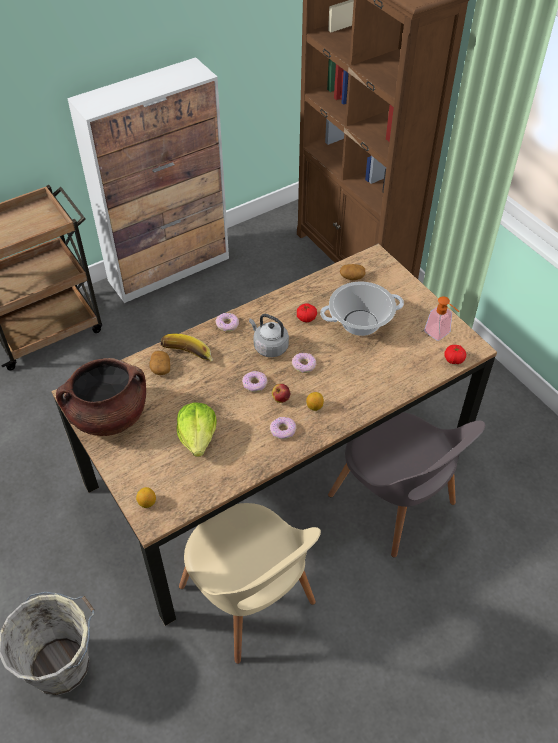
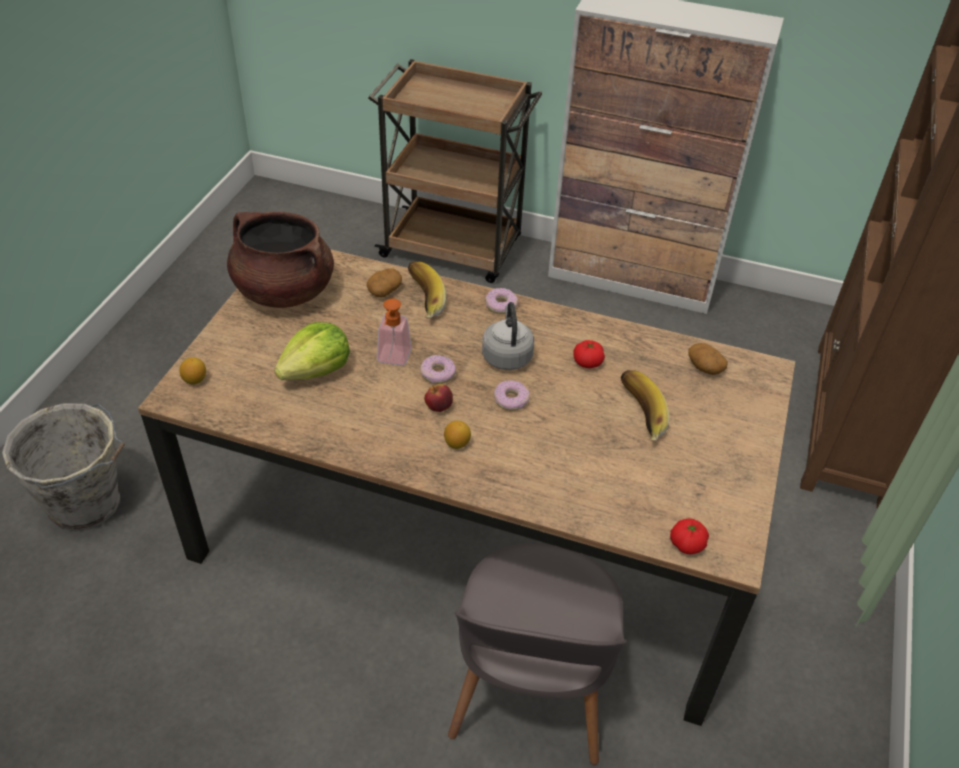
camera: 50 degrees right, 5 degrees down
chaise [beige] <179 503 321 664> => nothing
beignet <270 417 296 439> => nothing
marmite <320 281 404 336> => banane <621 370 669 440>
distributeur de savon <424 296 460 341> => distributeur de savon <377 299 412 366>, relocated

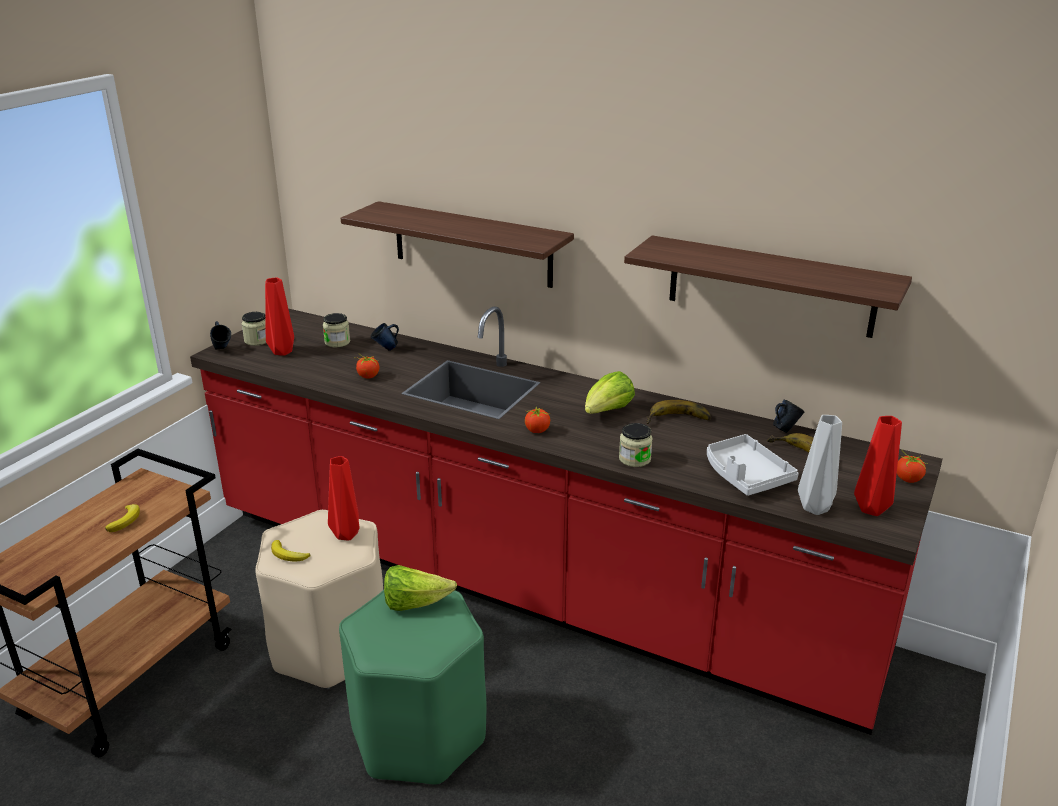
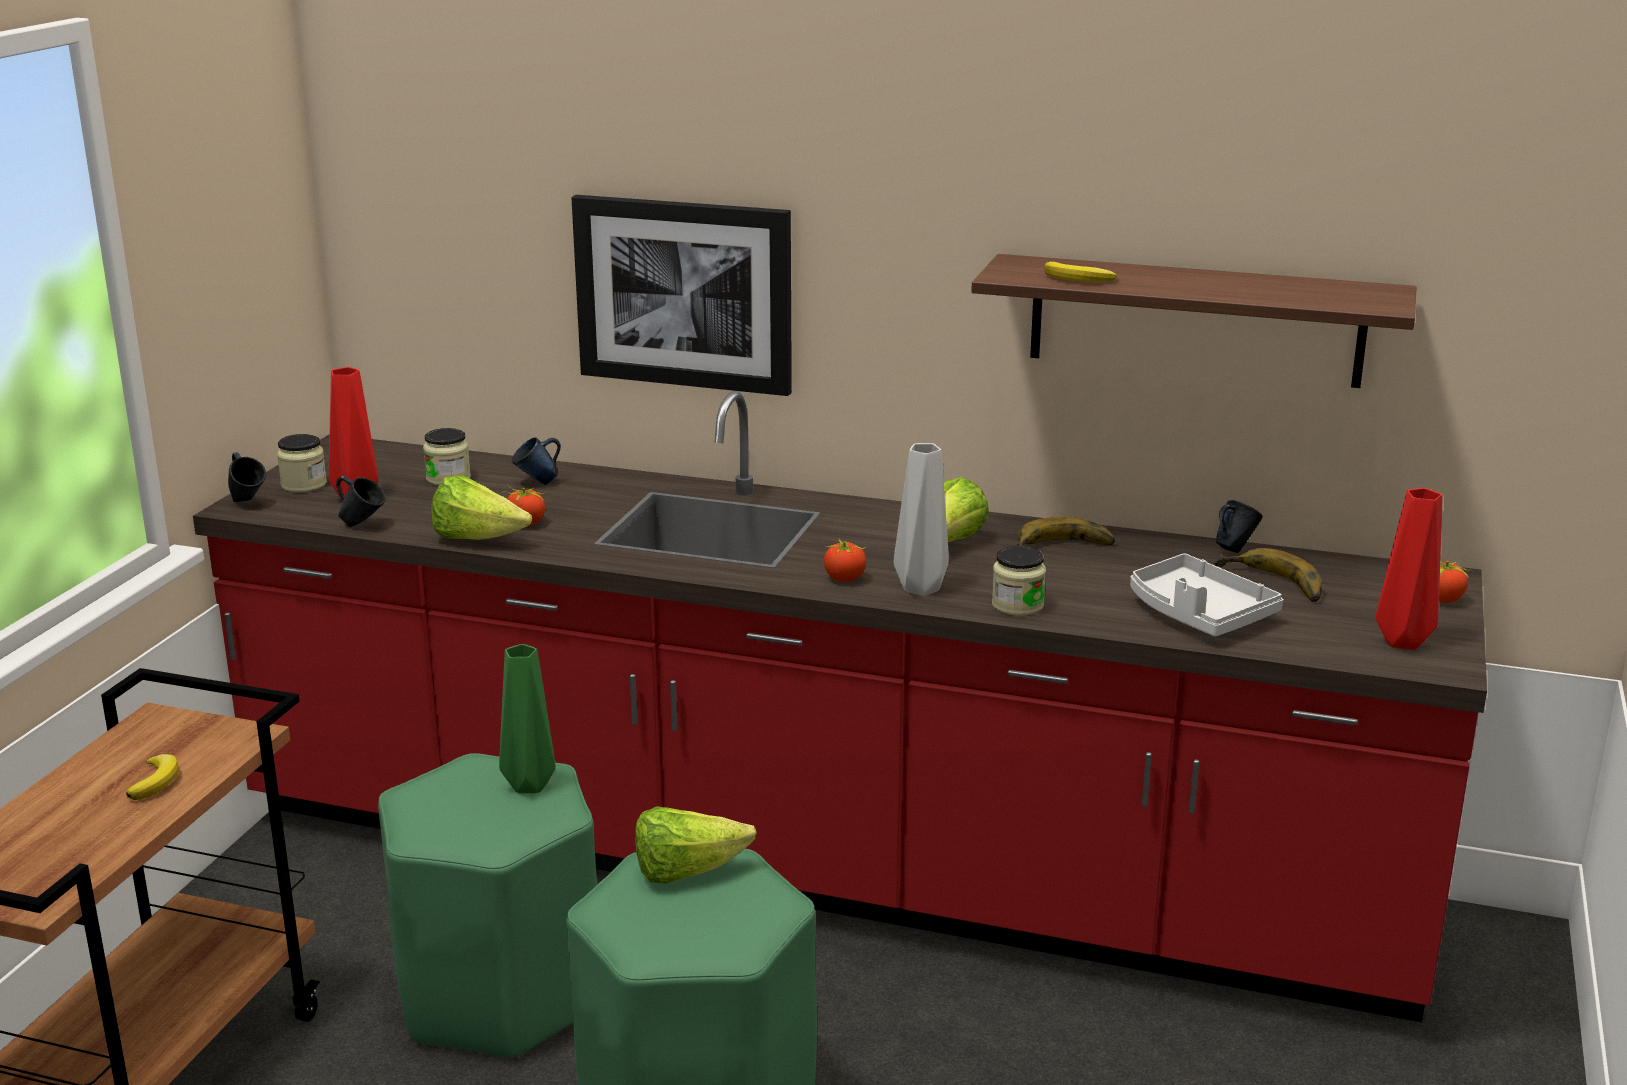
camera: 10 degrees left, 5 degrees down
tabouret [beige] <255 510 383 690> => tabouret [vert] <378 753 597 1060>
banane <271 540 311 561> => banane <1044 262 1117 282>, relocated
vase [rouge] <328 456 360 540> => vase [vert] <499 644 556 793>
étagère <341 201 574 288> => tableau <572 195 792 396>
vase [gris] <798 415 842 515> => vase [gris] <894 443 949 596>, relocated
nothing => mug [bleu] <336 476 386 527>
nothing => laitue <431 475 532 540>

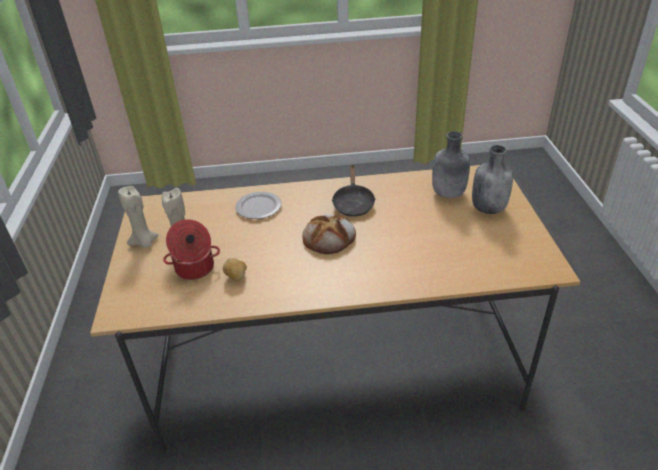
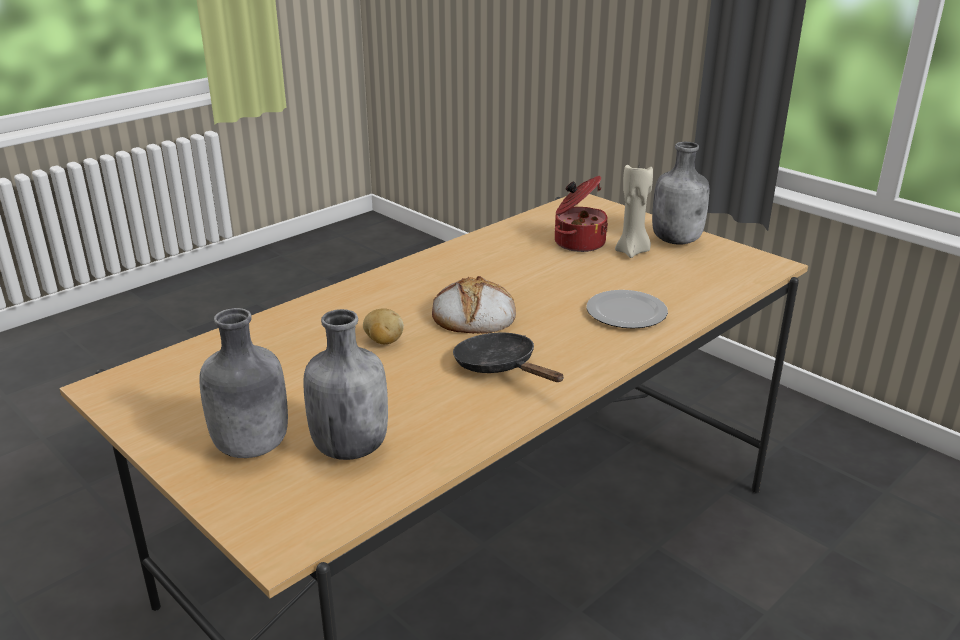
camera: 140 degrees right, 10 degrees down
bougie [beige] <118 186 159 248> => bouteille [gris] <652 142 709 245>
pomme de terre <223 258 247 281> => pomme de terre <363 308 404 344>, relocated

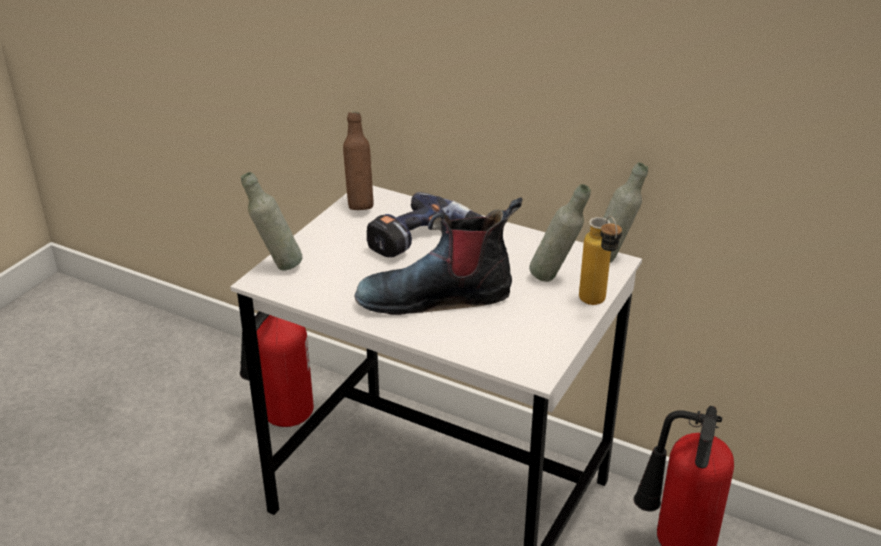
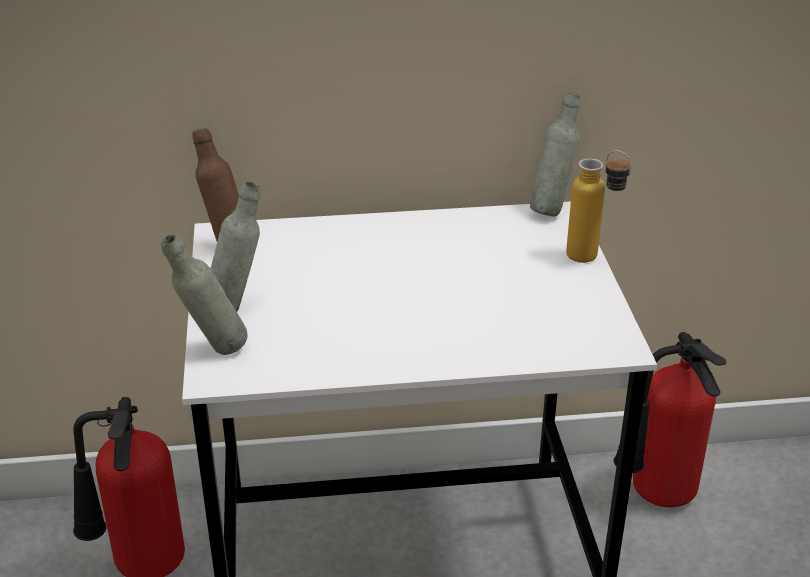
camera: 35 degrees left, 0 degrees up
botte <355 198 523 315> => nothing
perceuse <367 192 484 257> => nothing
bouteille [gris] <529 184 591 282> => bouteille [gris] <210 182 260 312>, relocated

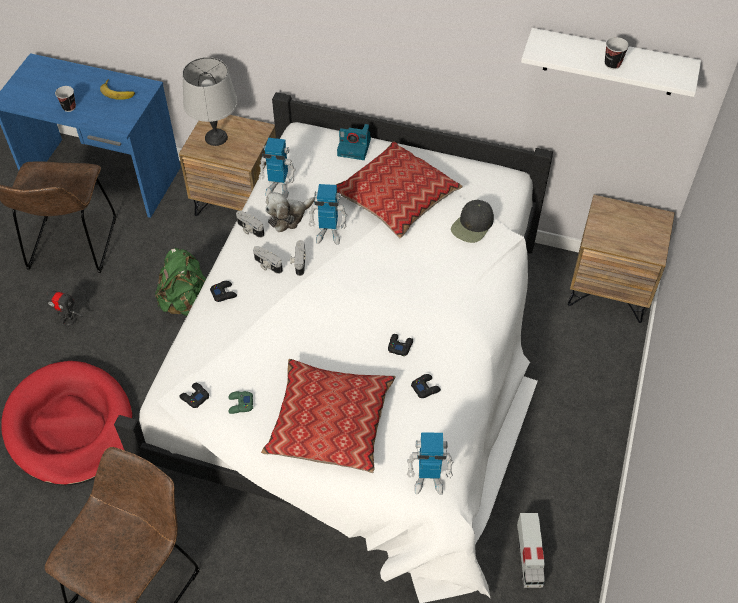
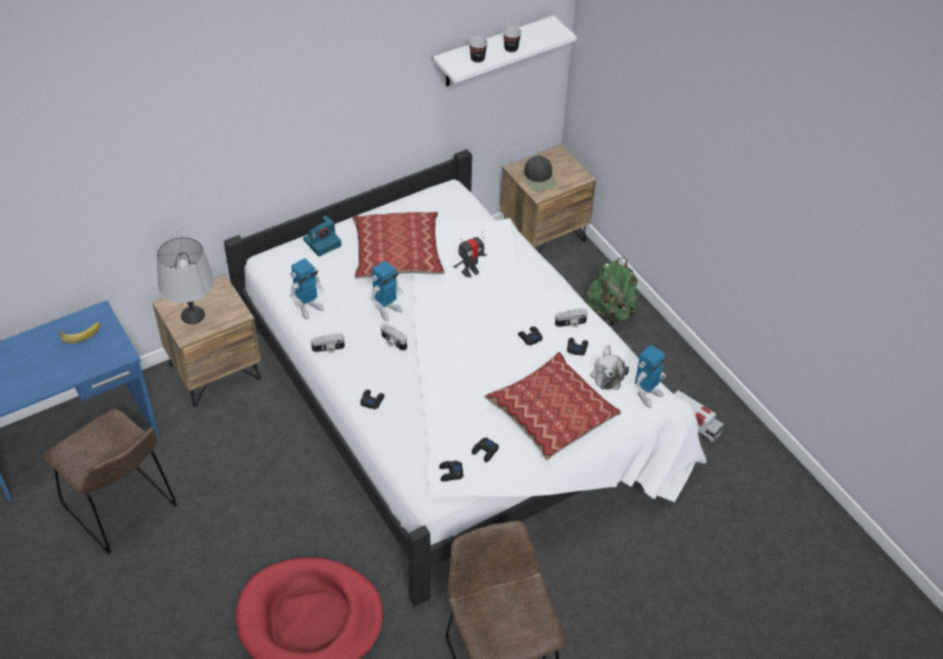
camera: 50 degrees left, 5 degrees down
robot jouet <43 286 83 327> => robot jouet <453 232 487 277>, relocated
tasse <55 86 76 112> => tasse <469 36 488 63>, relocated
sac à dos [vert] <155 248 206 316> => sac à dos [vert] <587 258 639 326>, relocated
manette [vert] <228 391 253 414> => manette [noir] <472 437 499 462>
appareil photo <253 246 283 274> => appareil photo <555 308 588 328>, relocated
peluche <265 192 315 232> => peluche <590 345 629 390>, relocated
casquette [noir] <451 200 494 243> => casquette [noir] <524 156 556 191>, relocated

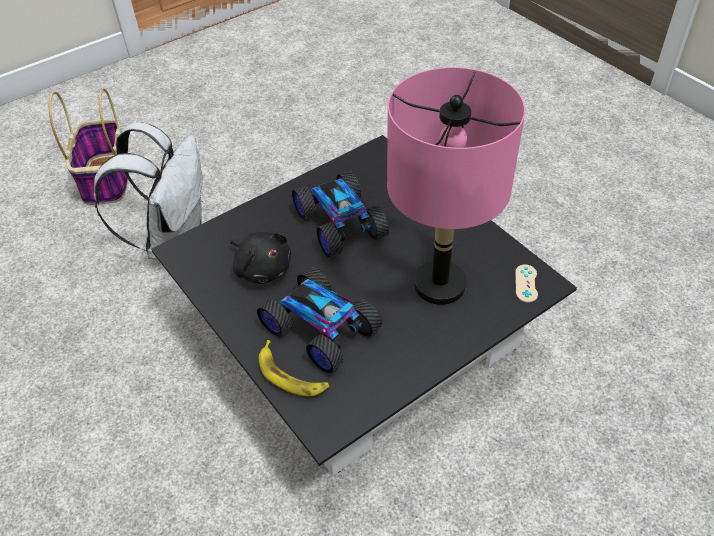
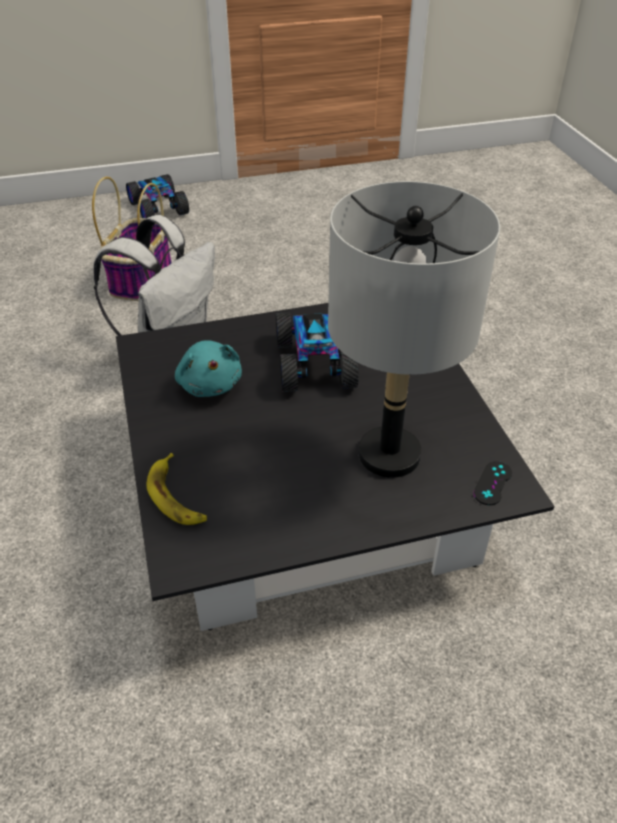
camera: 20 degrees right, 5 degrees down
peluche [noir] <230 232 291 284> => peluche [turquoise] <175 340 242 397>
petite voiture <257 267 382 373> => petite voiture <126 174 189 219>, relocated
lampe de table [rose] <387 67 525 305> => lampe de table [gris] <328 181 500 478>
manette [beige] <515 265 538 303> => manette [noir] <473 461 512 505>

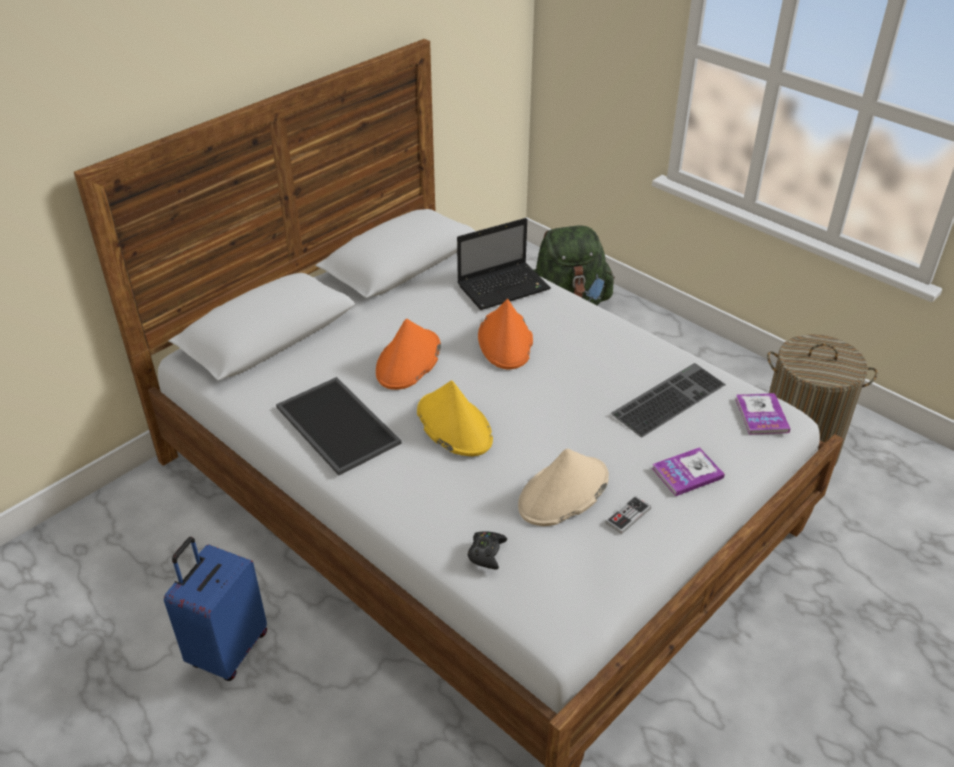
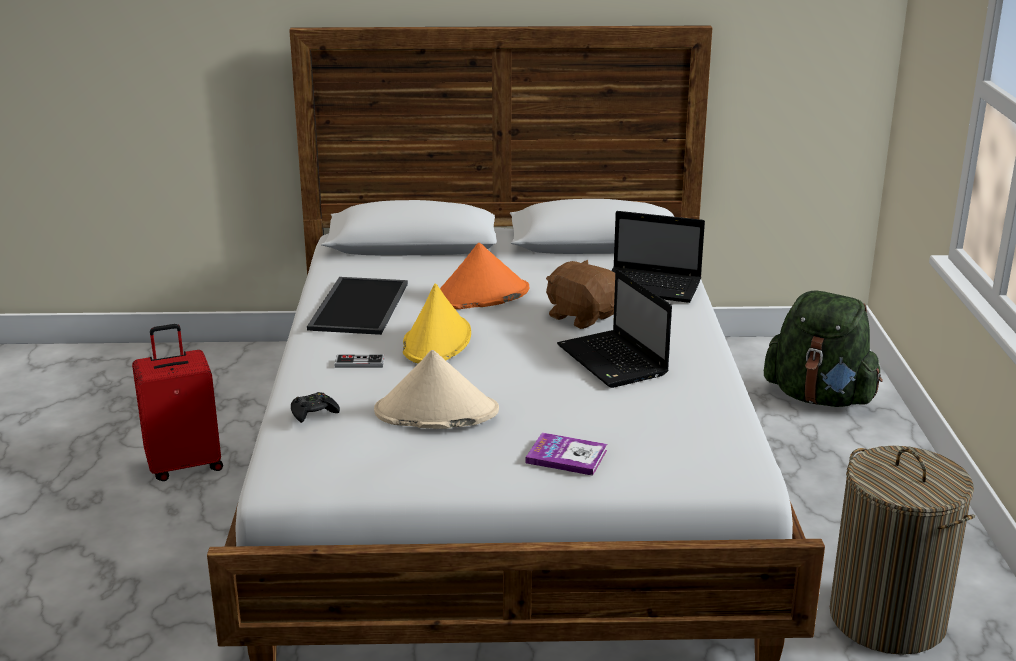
camera: 45 degrees right, 15 degrees down
valise [bleu] <164 537 267 681> => valise [rouge] <132 324 223 481>
chapeau [orange] <478 299 533 370> => peluche [marron] <546 260 615 329>
manette <605 496 651 534> => manette <334 354 385 368>, relocated
clavier <611 363 726 437> => nothing
livre <735 393 790 435> => nothing
nothing => ordinateur portable <557 269 672 388>

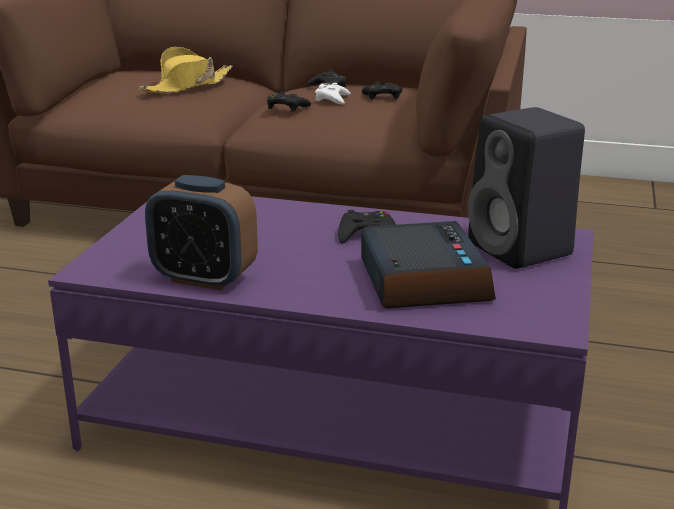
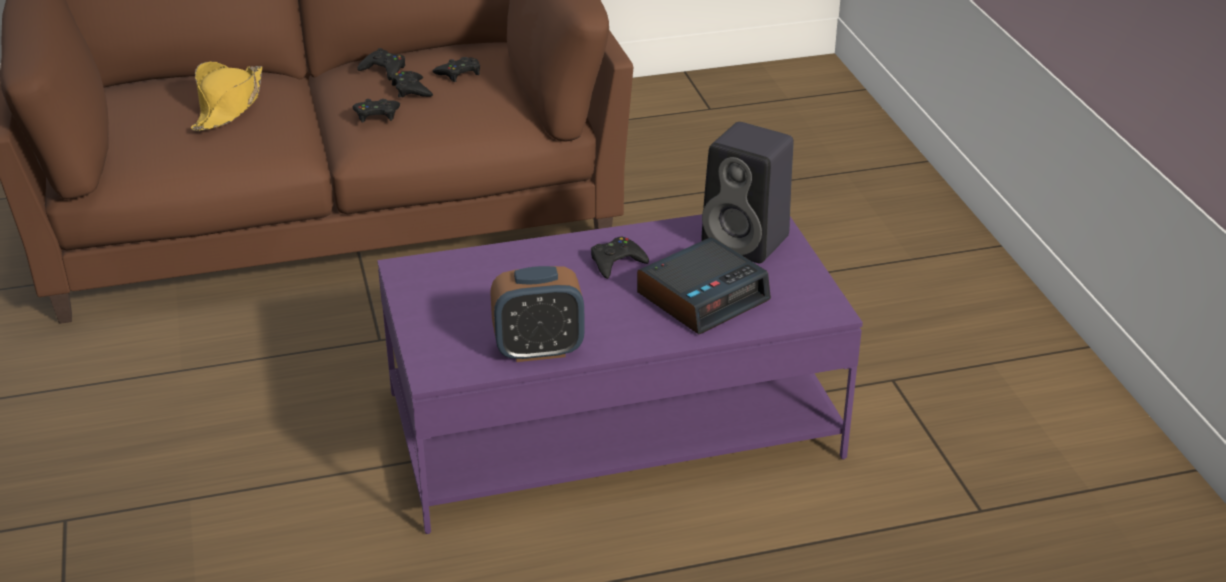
camera: 30 degrees left, 10 degrees up
manette [blanc] <315 83 351 104> => manette [noir] <391 71 433 98>
réveil <361 221 496 308> => réveil <637 237 771 334>, 90 degrees clockwise

